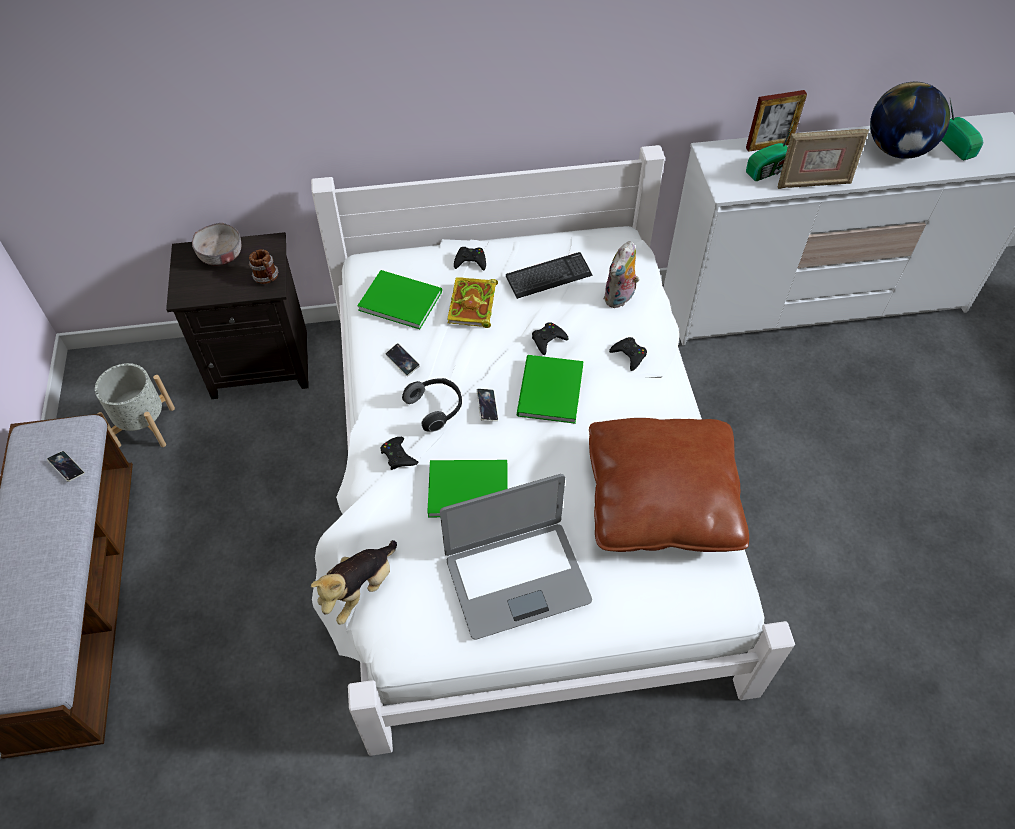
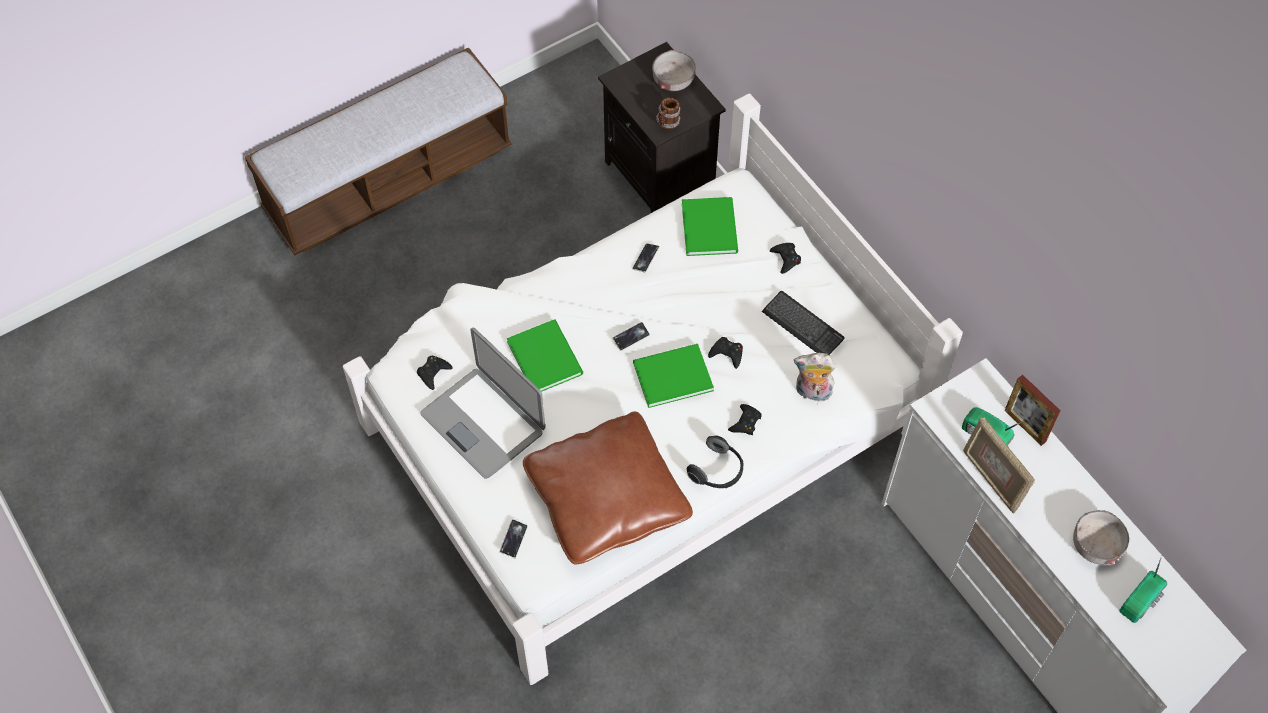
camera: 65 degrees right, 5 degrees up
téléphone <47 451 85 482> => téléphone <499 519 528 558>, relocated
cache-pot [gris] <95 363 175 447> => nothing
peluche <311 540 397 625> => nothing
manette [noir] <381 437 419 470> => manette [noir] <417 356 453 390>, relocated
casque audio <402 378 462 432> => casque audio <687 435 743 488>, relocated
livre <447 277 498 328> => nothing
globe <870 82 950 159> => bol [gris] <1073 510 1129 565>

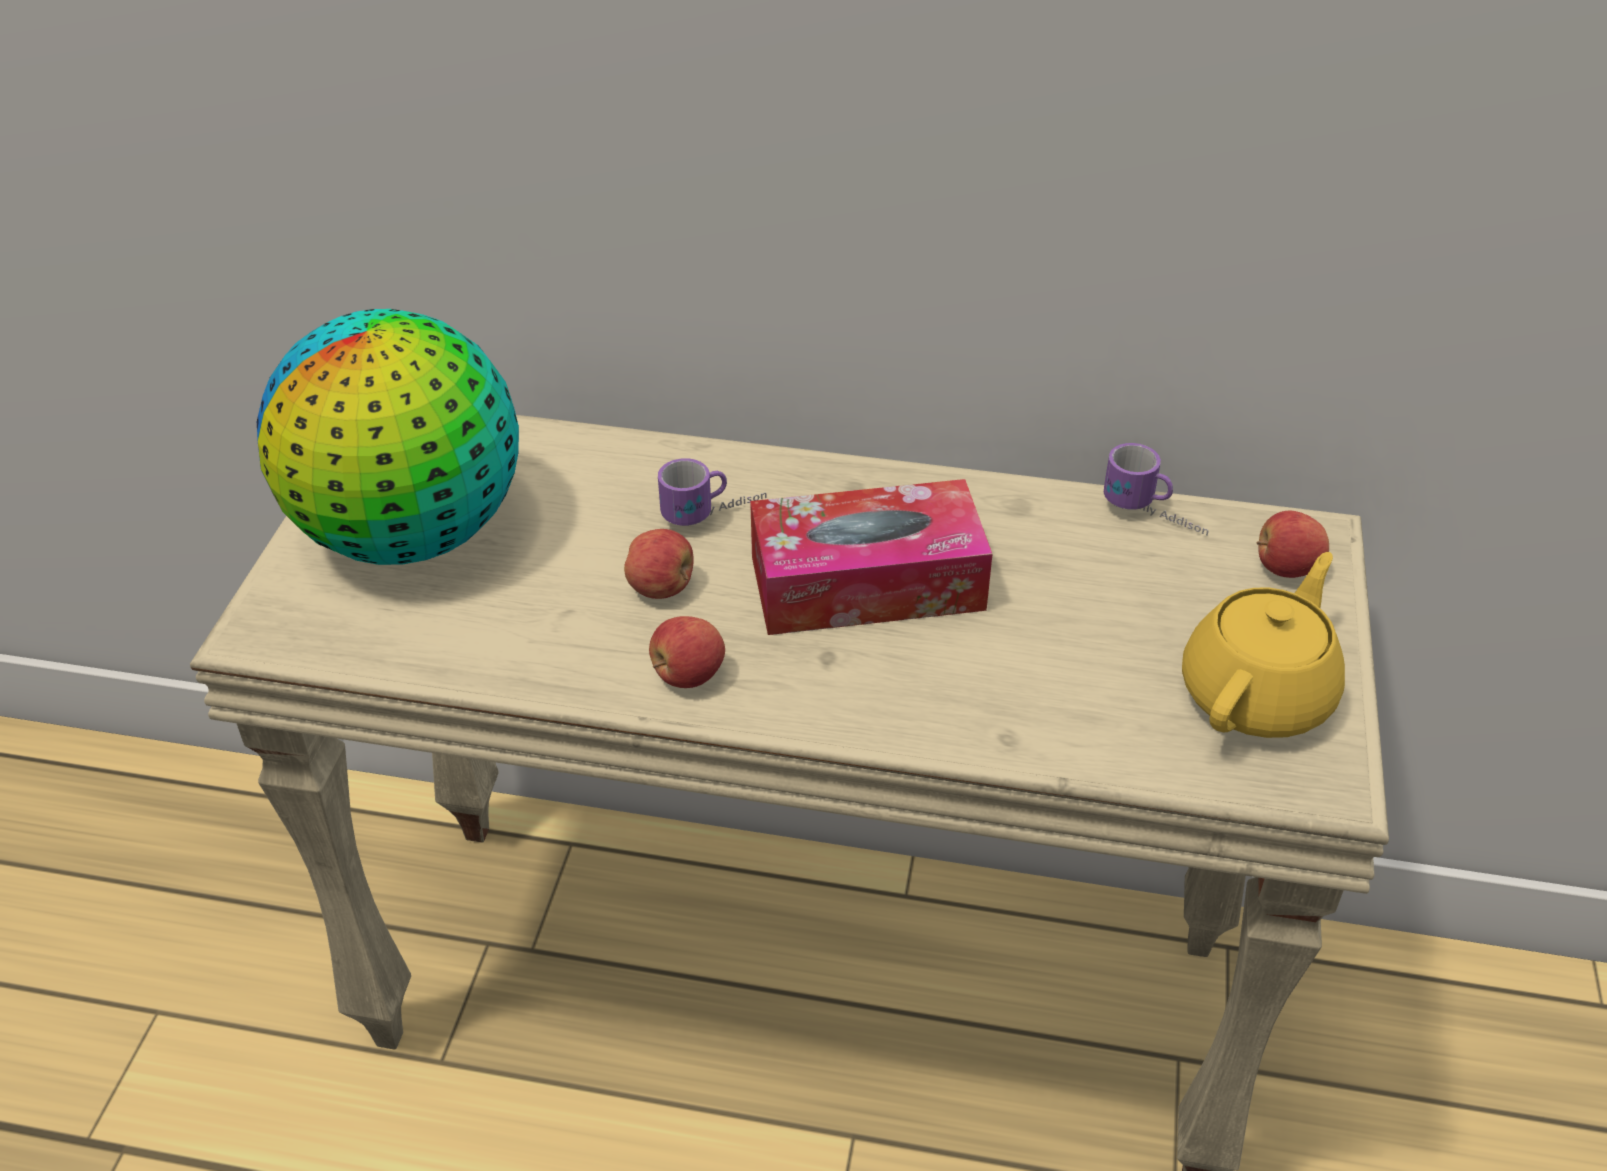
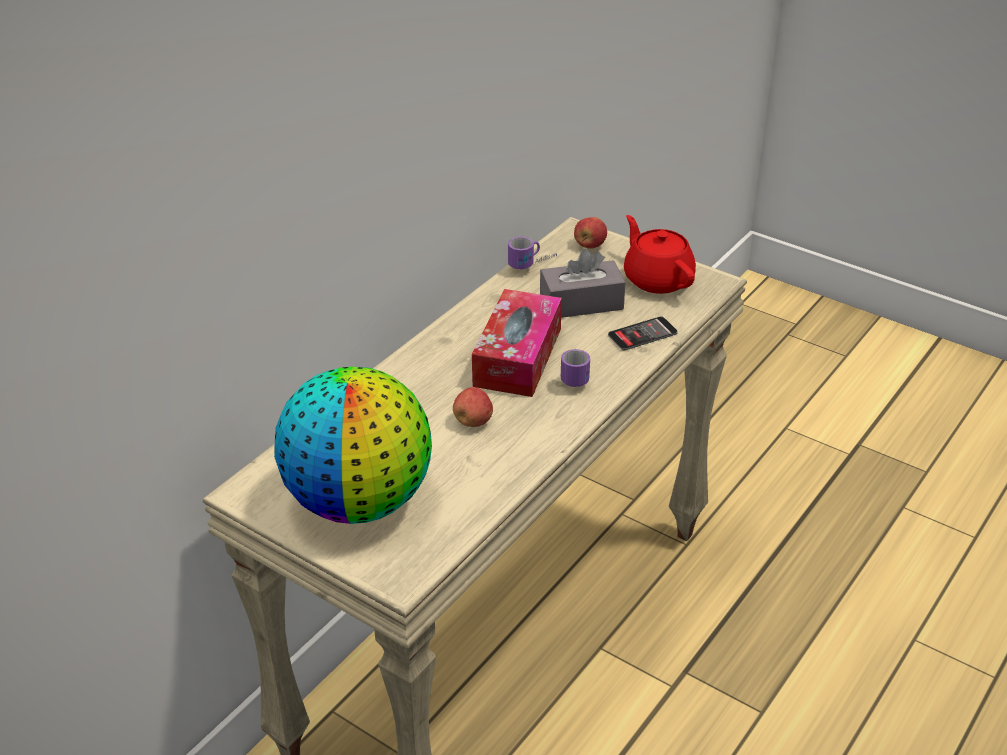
camera: 65 degrees left, 5 degrees down
pomme <649 616 725 688> => nothing
mug <658 458 767 526> => mug <561 349 590 387>, relocated
théière [jaune] <1182 552 1345 738> => théière [rouge] <624 215 696 294>
nothing => boîte à mouchoirs [gris] <540 249 626 318>
nothing => téléphone <608 316 678 351>

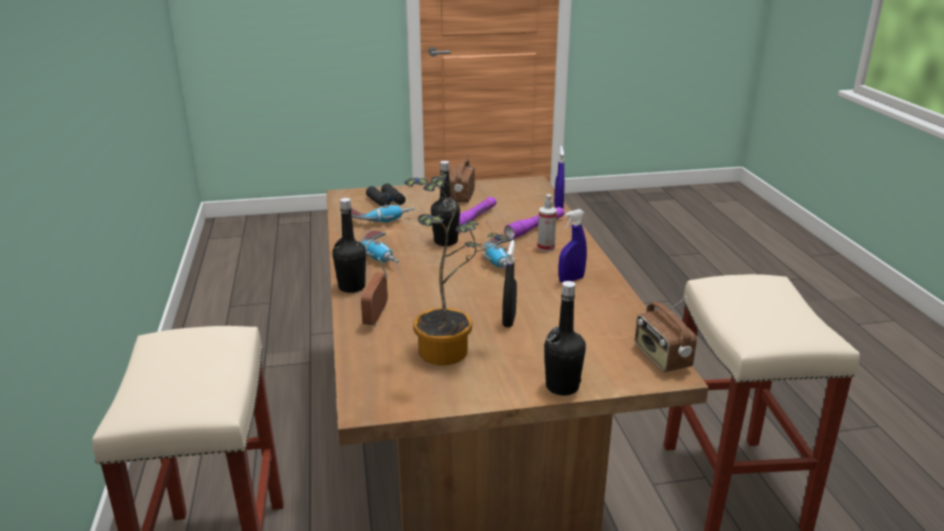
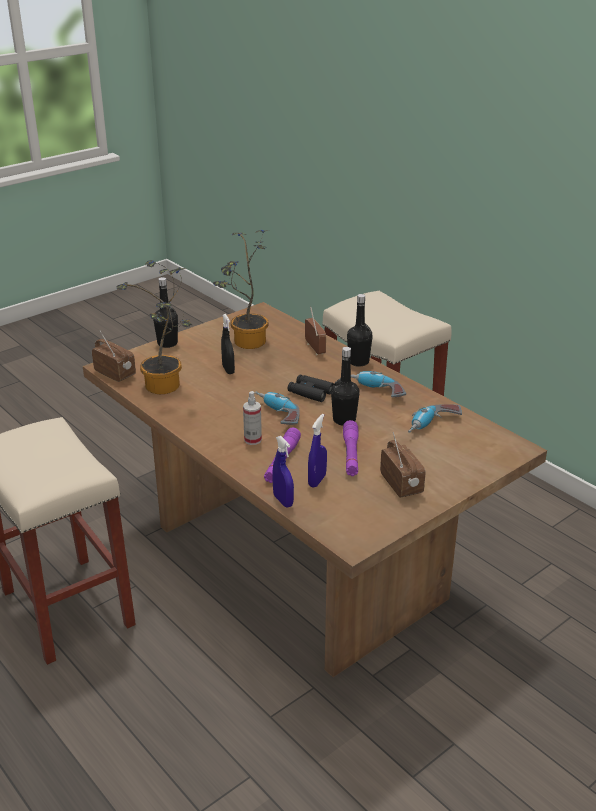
camera: 150 degrees right, 5 degrees up
jumelles [noir] <366 183 406 206> => jumelles [noir] <288 374 334 402>, relocated
vaporisateur [bleu] <559 209 587 283> => vaporisateur [bleu] <308 414 327 488>, relocated
nothing => plante en pot <116 260 192 394>

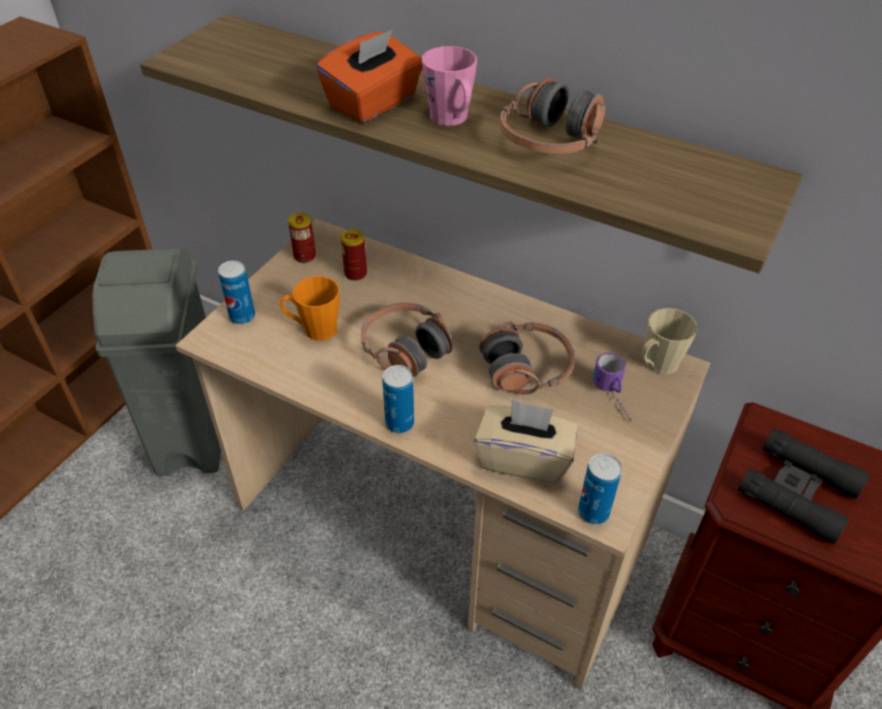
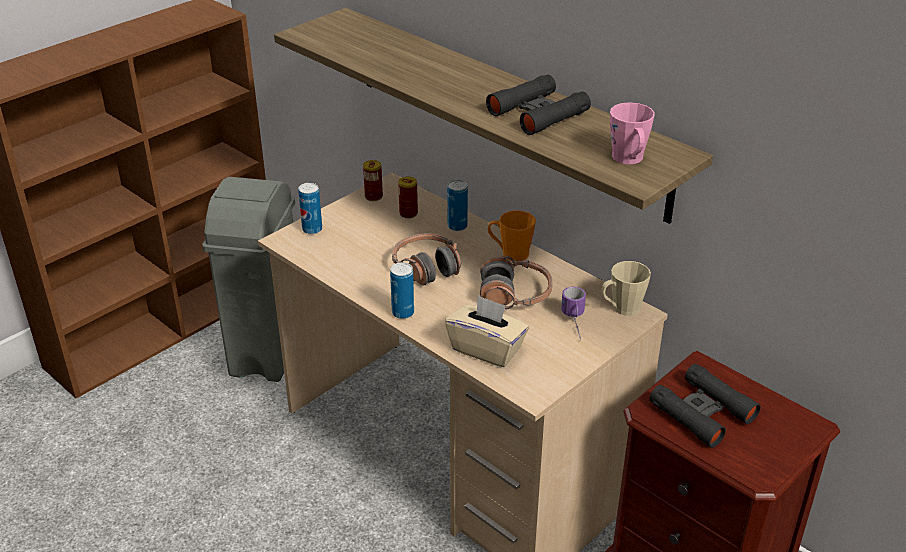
camera: 15 degrees right, 10 degrees down
mug [orange] <280 276 339 341> => mug [orange] <488 210 536 261>, relocated
boîte à mouchoirs [orange] <316 29 423 123> => nothing
mug [rose] <422 46 477 126> => mug [rose] <610 102 655 164>, relocated
casque audio <500 77 606 154> => jumelles [noir] <486 75 591 135>
boîte métallique <578 453 622 524> => boîte métallique <447 180 468 231>, relocated

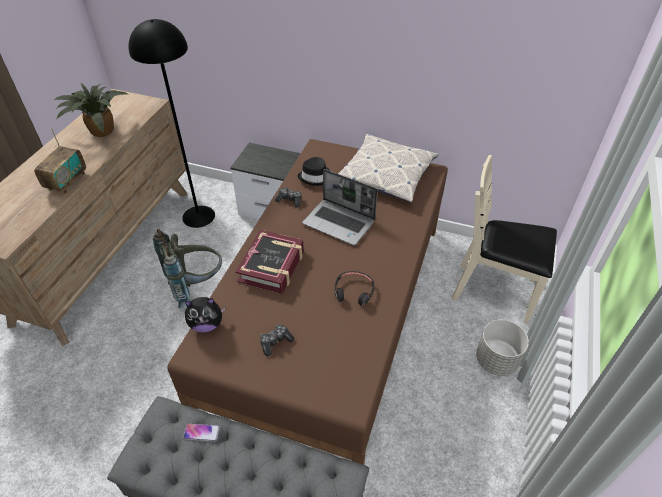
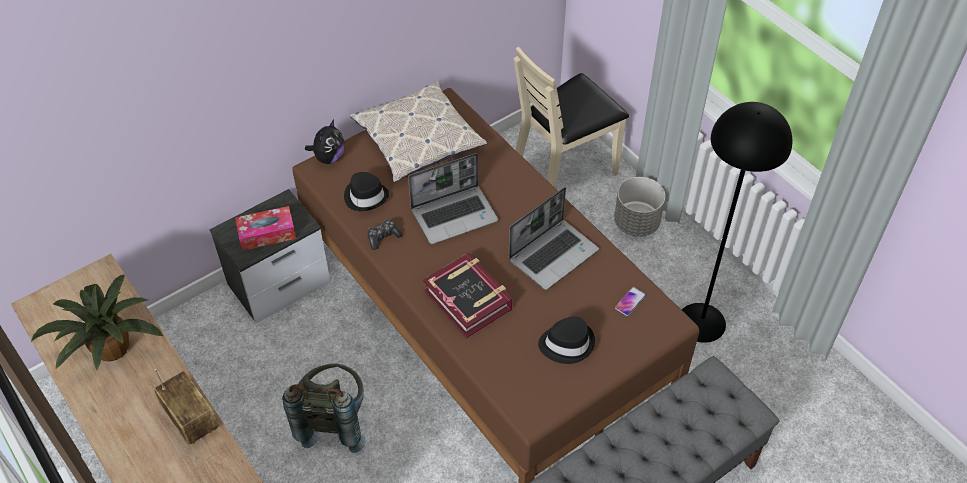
camera: 55 degrees left, 5 degrees up
lampadaire [noir] <129 19 215 228> => lampadaire [noir] <682 102 792 343>, relocated
téléphone <183 424 220 441> => téléphone <615 287 646 316>, relocated
peluche <185 297 225 333> => peluche <305 120 345 164>, relocated
manette <260 324 294 356> => chapeau [noir] <538 316 595 364>
casque audio [noir] <335 271 374 306> => ordinateur portable <509 187 599 290>
nothing => boîte à mouchoirs <235 206 296 251>

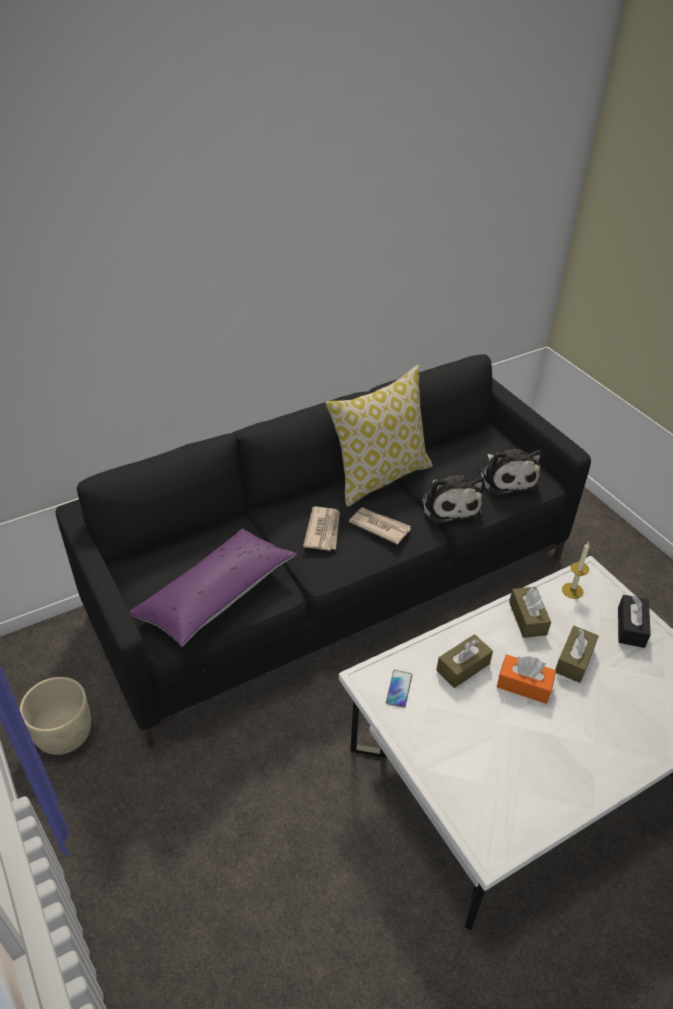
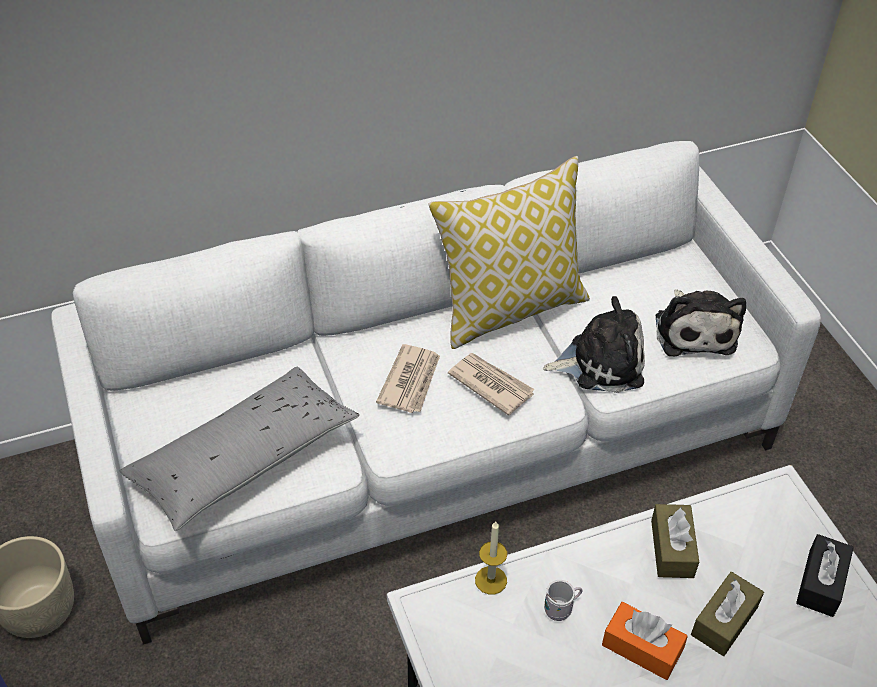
camera: 10 degrees right, 5 degrees up
canapé [noir] <55 354 591 747> => canapé [blanc] <51 141 821 644>
coussin [violet] <129 529 297 647> => coussin [gris] <119 367 360 531>
téléphone <386 670 412 708> => nothing
peluche <422 475 485 524> => peluche <543 296 645 393>, 90 degrees counterclockwise
boîte à mouchoirs [marron] <436 634 493 688> => mug [blanc] <544 580 582 621>
bougie <562 543 590 599> => bougie <475 522 507 594>, relocated

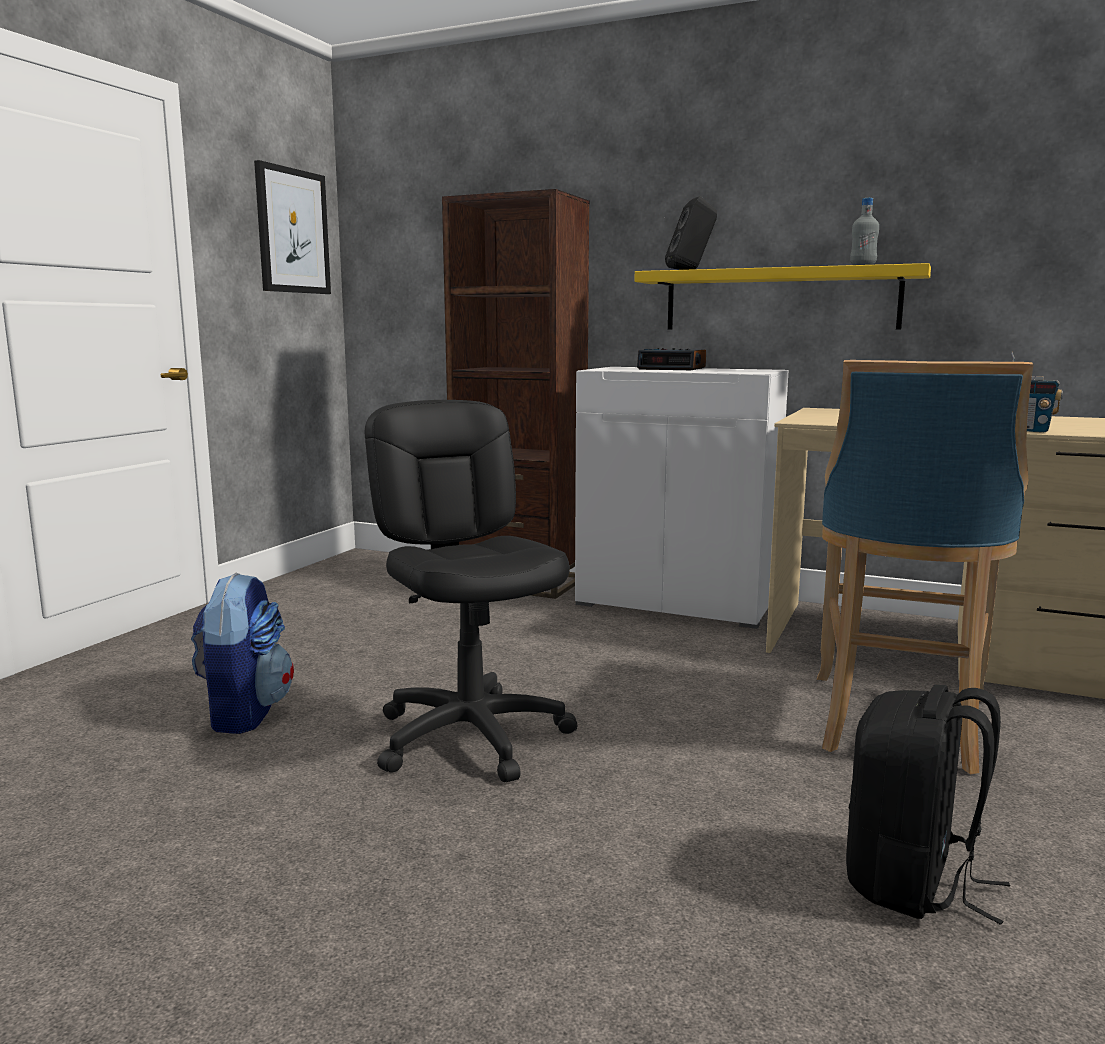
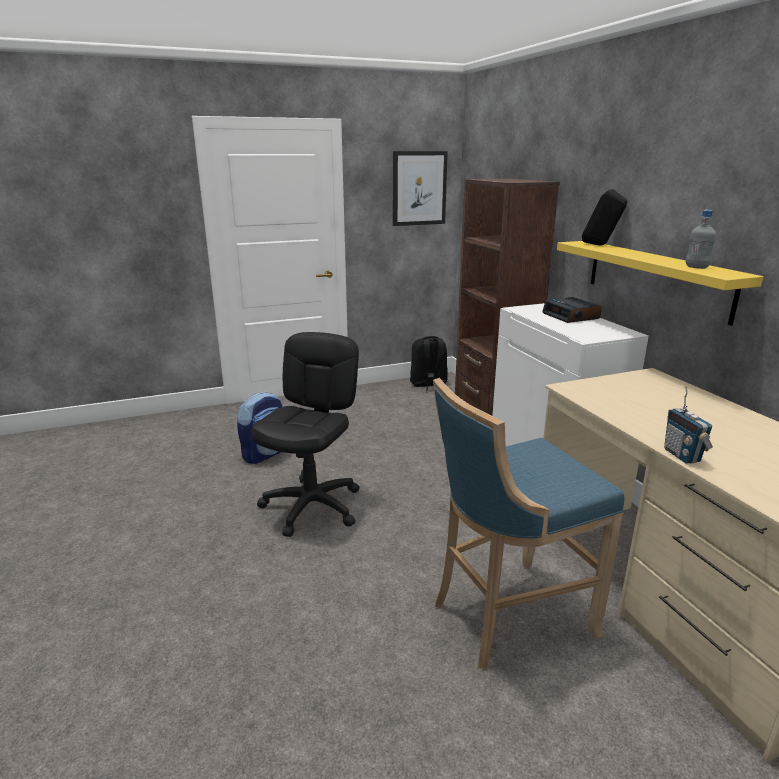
camera: 45 degrees right, 10 degrees up
sac à dos [noir] <846 685 1010 925> => sac à dos [noir] <410 336 448 391>, relocated

